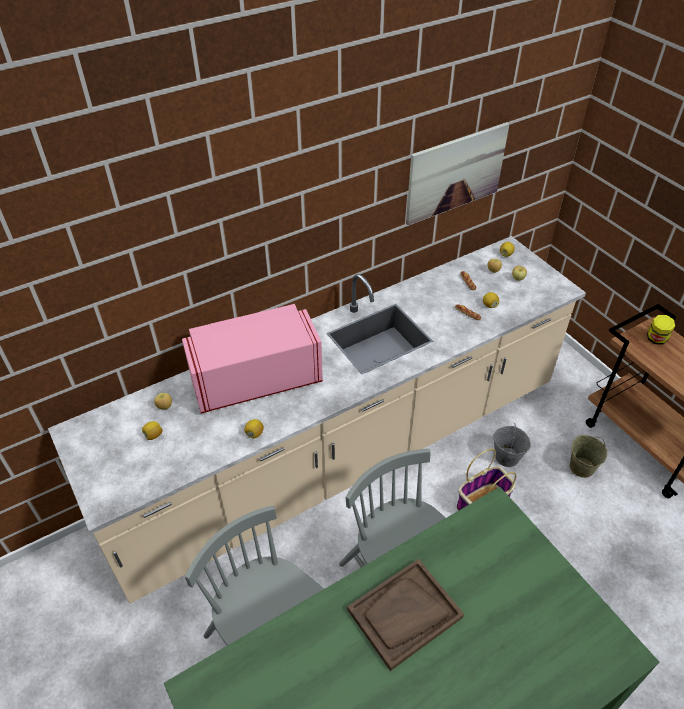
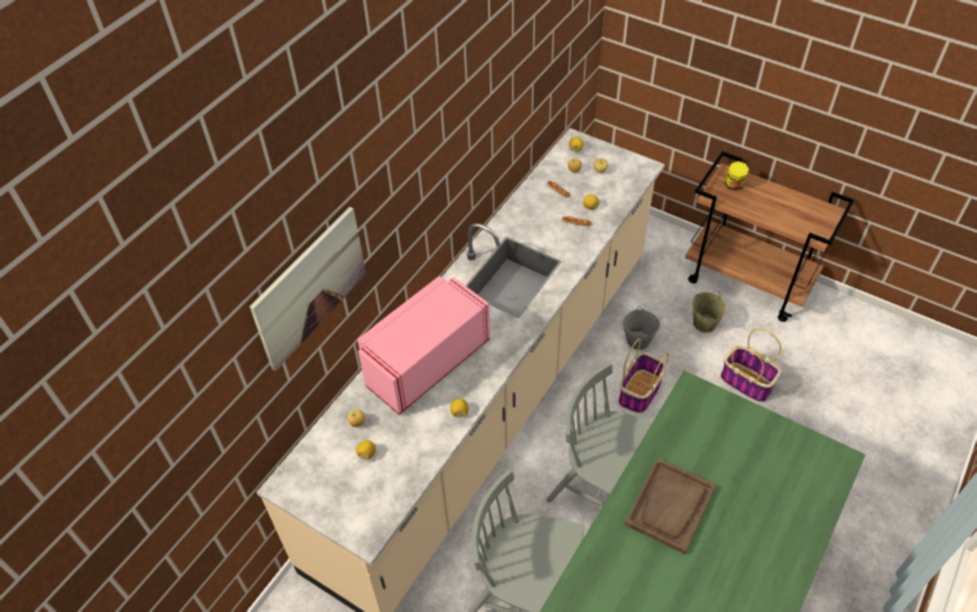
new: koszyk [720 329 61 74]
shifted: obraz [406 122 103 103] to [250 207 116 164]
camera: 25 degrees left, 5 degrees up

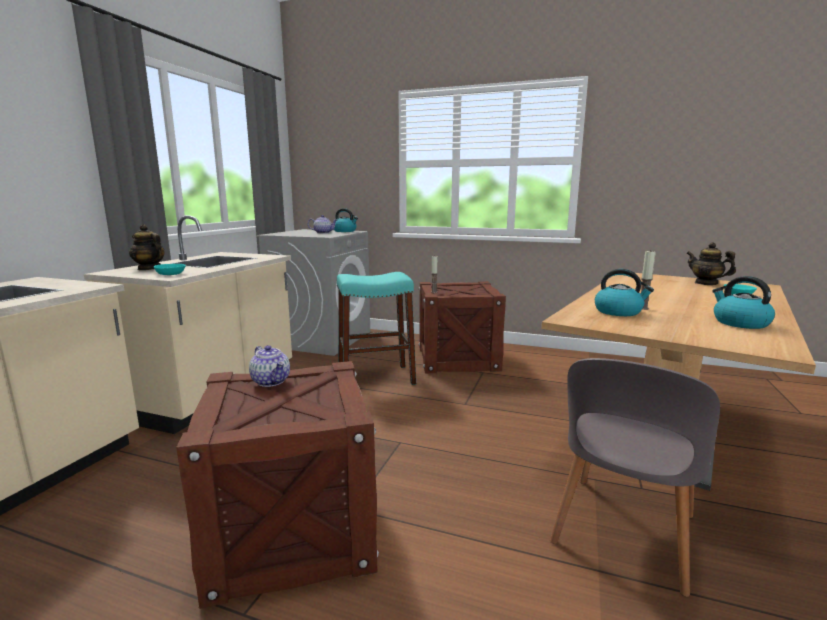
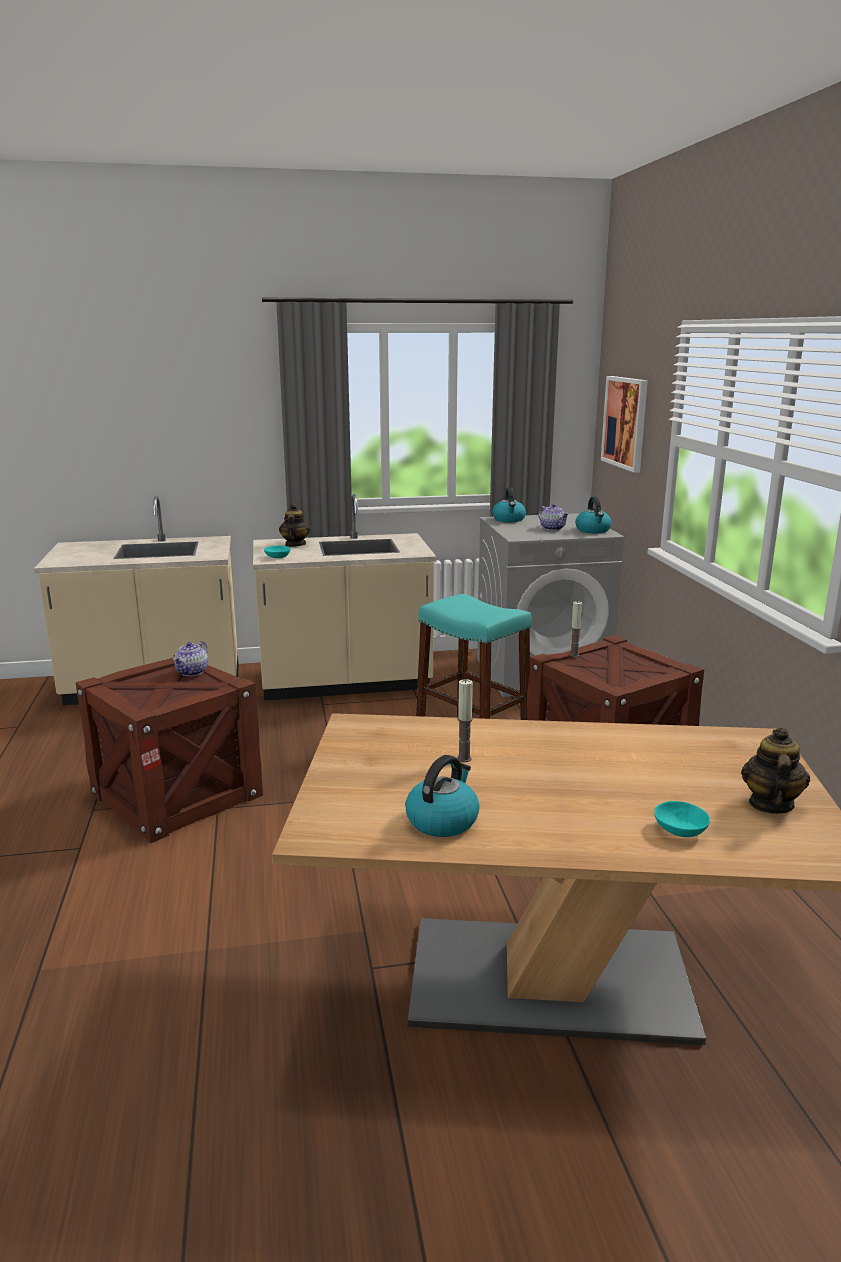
gone: krzesło/szary [550 358 170 239]
new: obraz [601 376 47 97]
shifted: czajnik [595 269 59 47] to [492 487 34 35]
camera: 60 degrees right, 5 degrees up

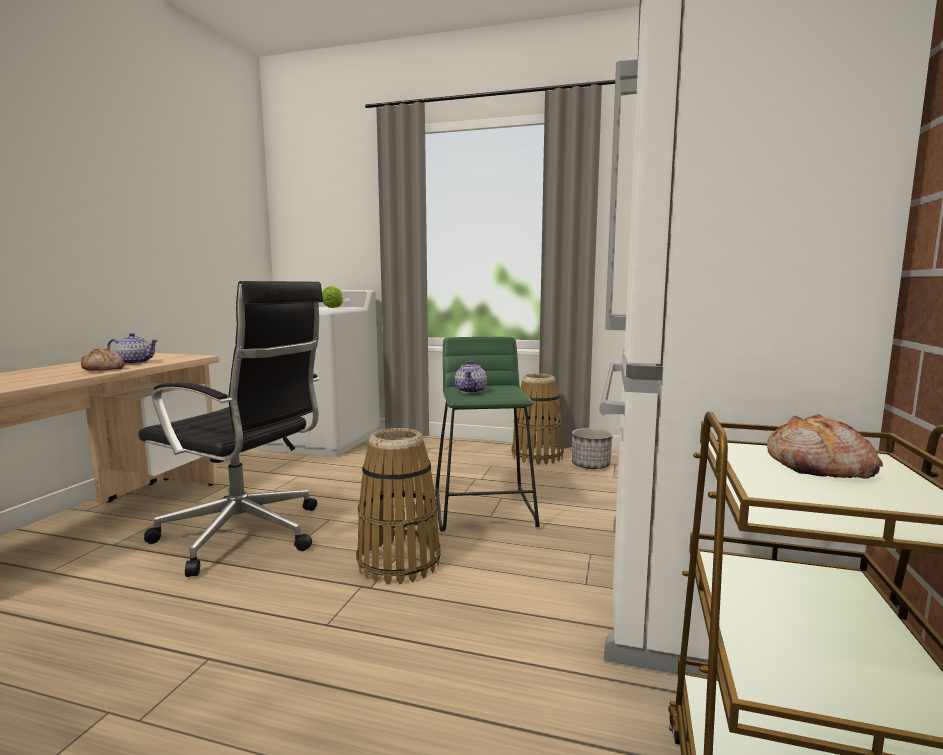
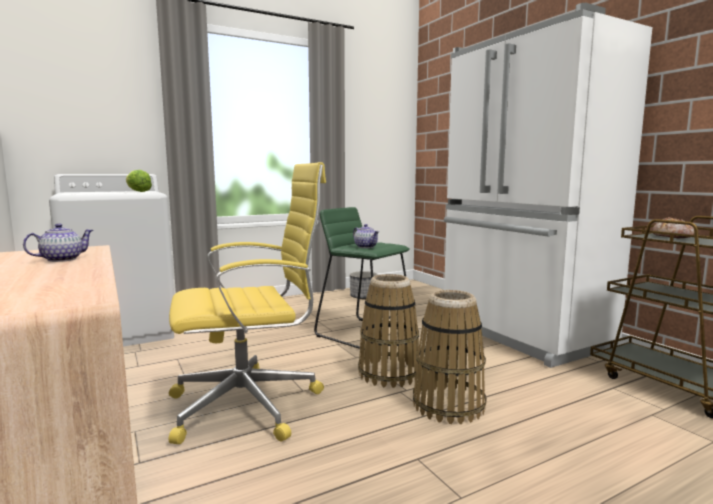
gone: chleb [81 349 43 22]
shifted: koszyk [512 374 52 91] to [413 290 73 134]
repainted: krzesło biurowe/czarny [138 281 185 296] to krzesło biurowe/żółty [169 162 157 282]
camera: 45 degrees left, 0 degrees up

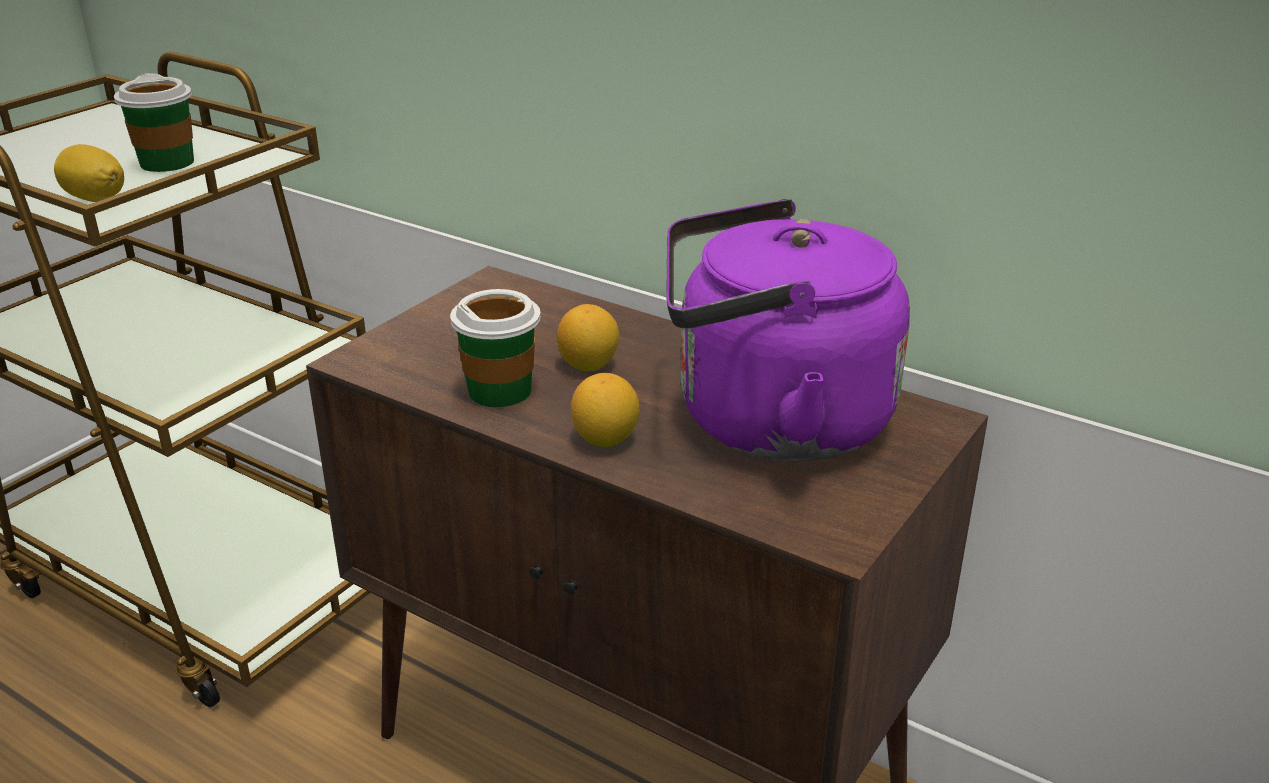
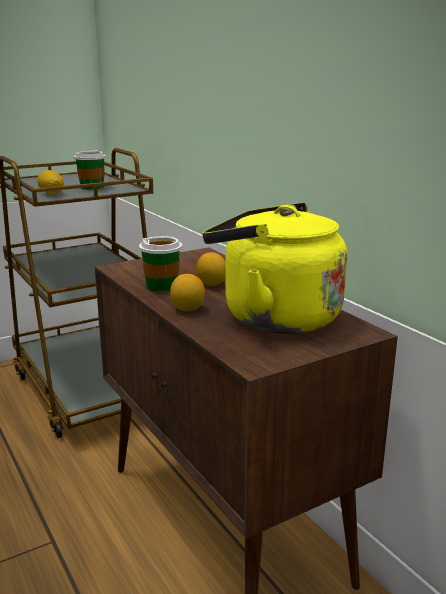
repainted: czajnik/fioletowy [666 199 244 263] to czajnik/żółty [203 203 144 130]
camera: 25 degrees right, 10 degrees down

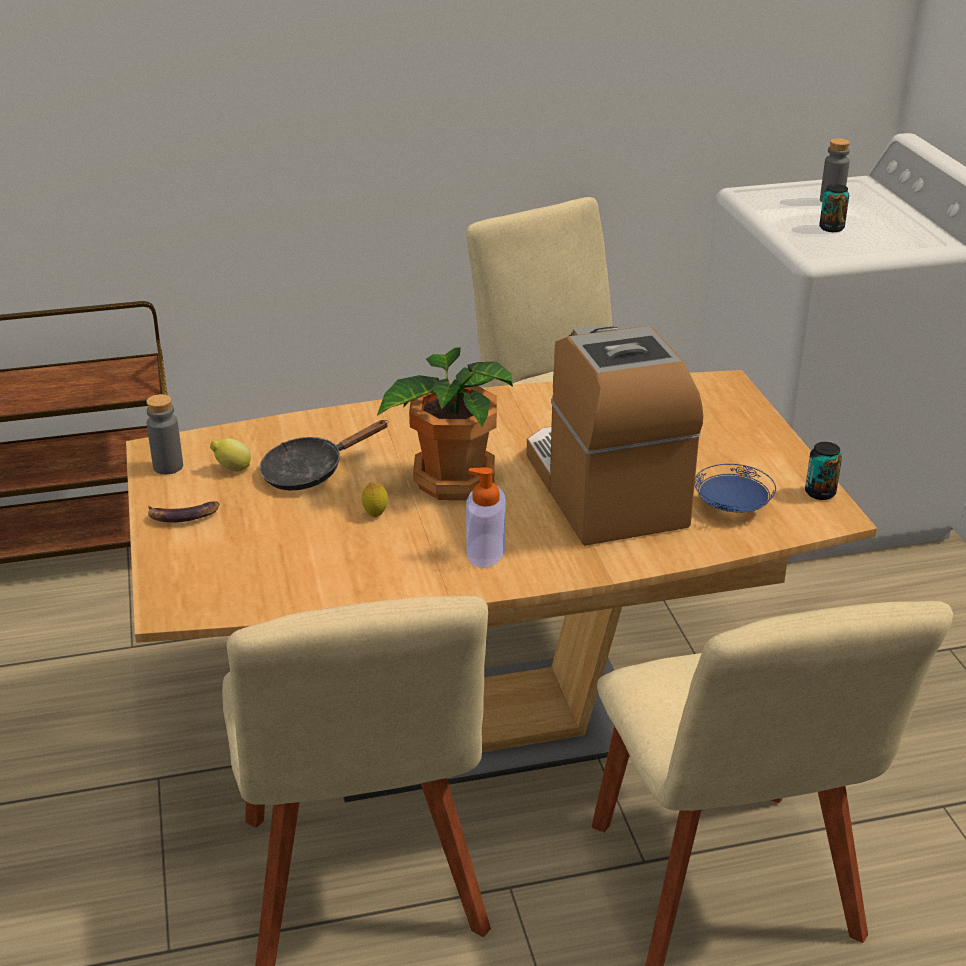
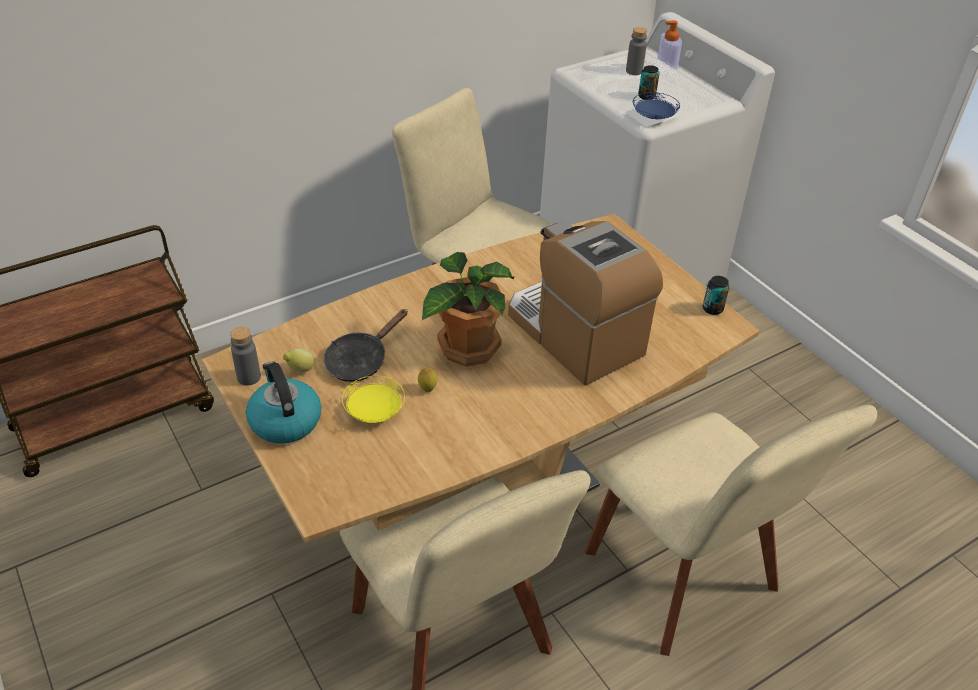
new: talerz/żółty [342 376 63 47]
shifted: dozownik mydła [466 467 40 101] to [656 20 26 55]; talerz/niebieski [695 464 81 48] to [633 92 47 27]
swapped: banan [148 501 71 21] to czajnik [246 361 75 83]
camera: 20 degrees left, 10 degrees up

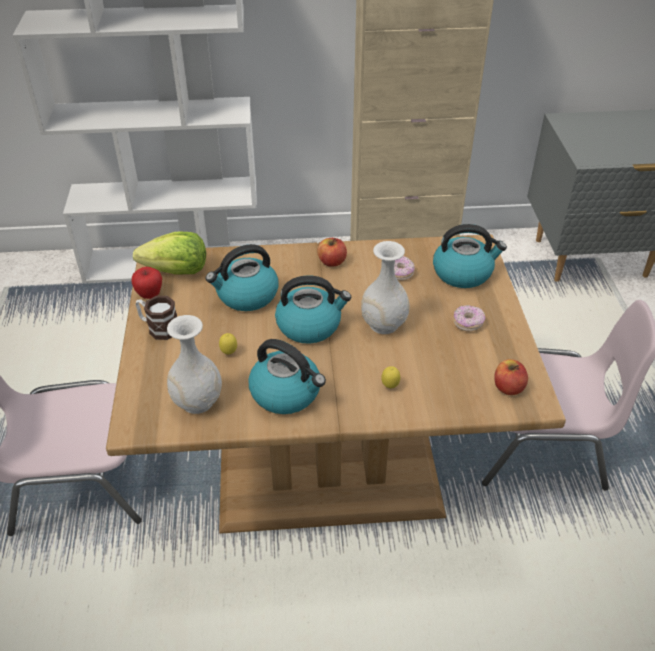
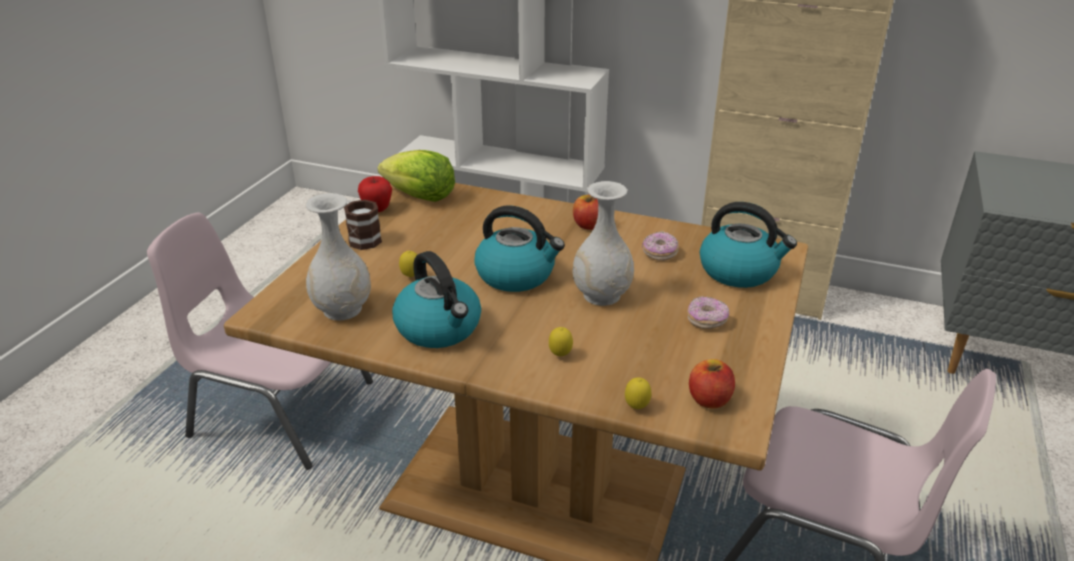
gone: czajnik [206 244 73 67]
new: cytryna [625 377 26 32]
camera: 25 degrees right, 10 degrees down

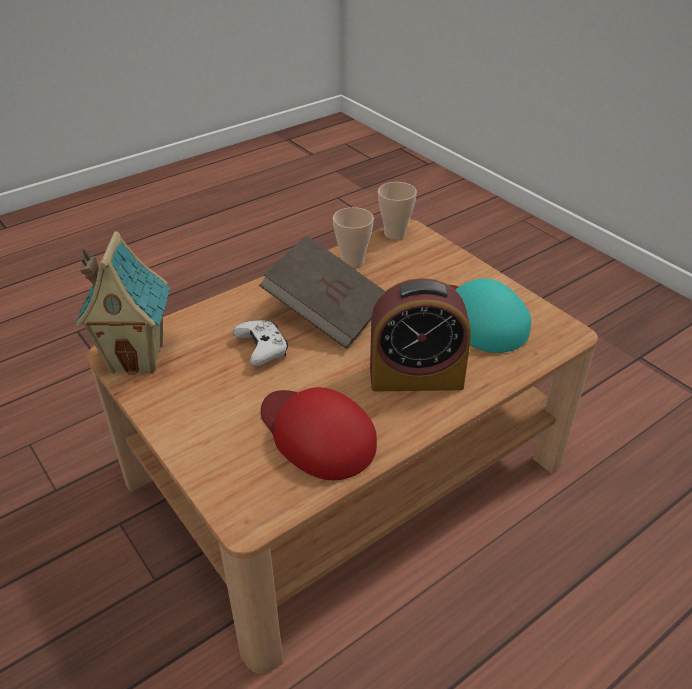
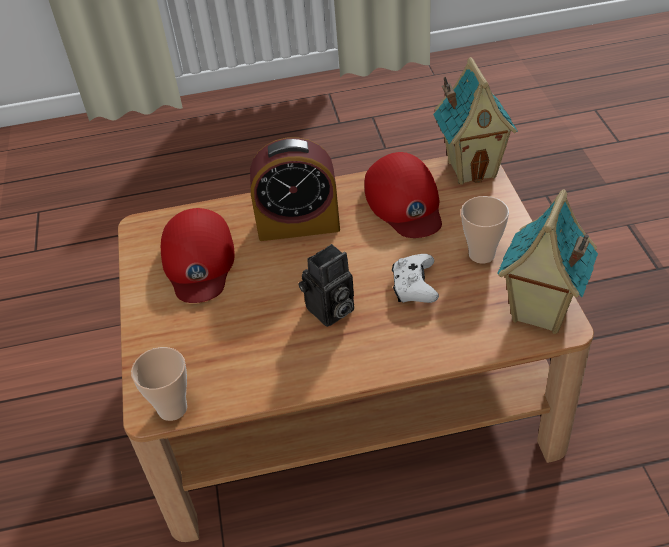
new: domek [433 57 84 128]
shifted: filiżanka [333 207 41 61] to [461 196 48 68]
swapped: książka/brązowy [259 235 126 114] to aparat fotograficzny [298 244 56 83]
repainted: czapka z daszkiem/turkusowy [449 279 82 74] to czapka z daszkiem/czerwony [161 208 74 95]
rotated: budzik [370 278 101 113] = [250 137 90 104] 150 degrees clockwise
camera: 150 degrees left, 5 degrees up

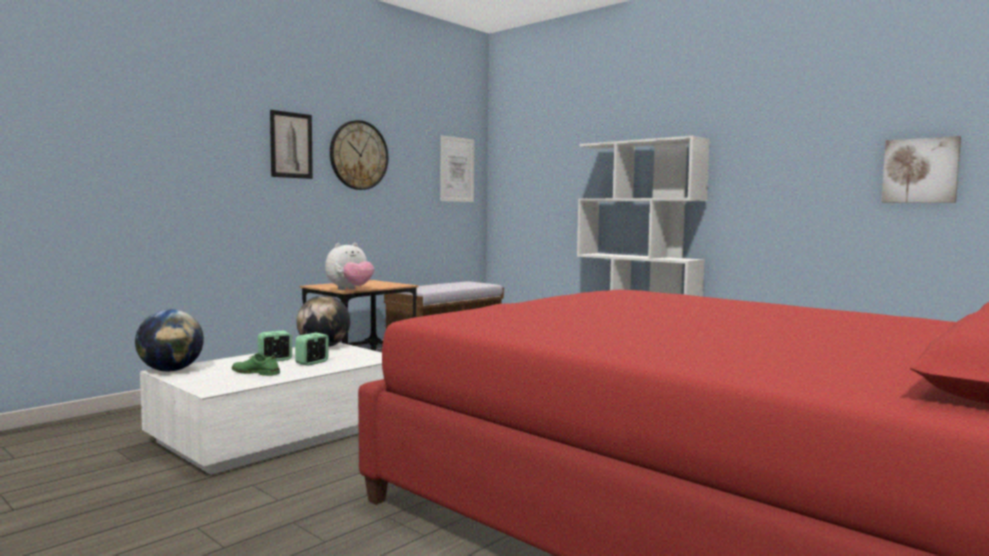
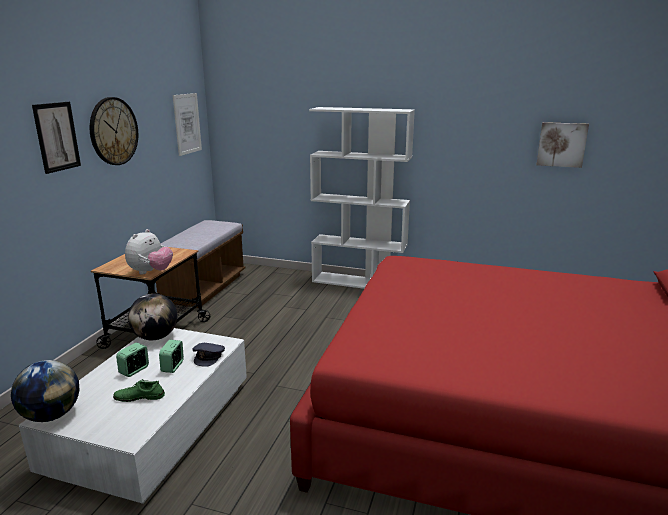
new: czapka z daszkiem/szary [192 343 33 24]
camera: 25 degrees left, 15 degrees up

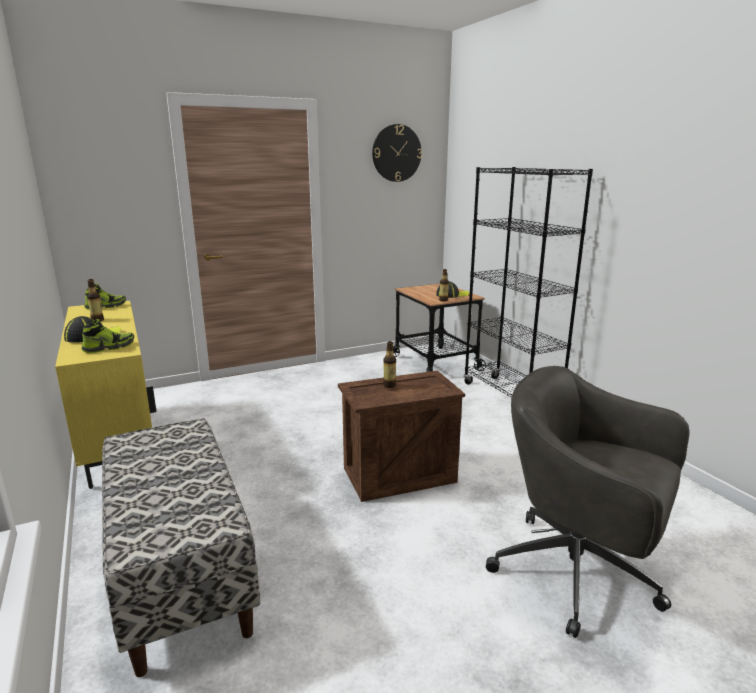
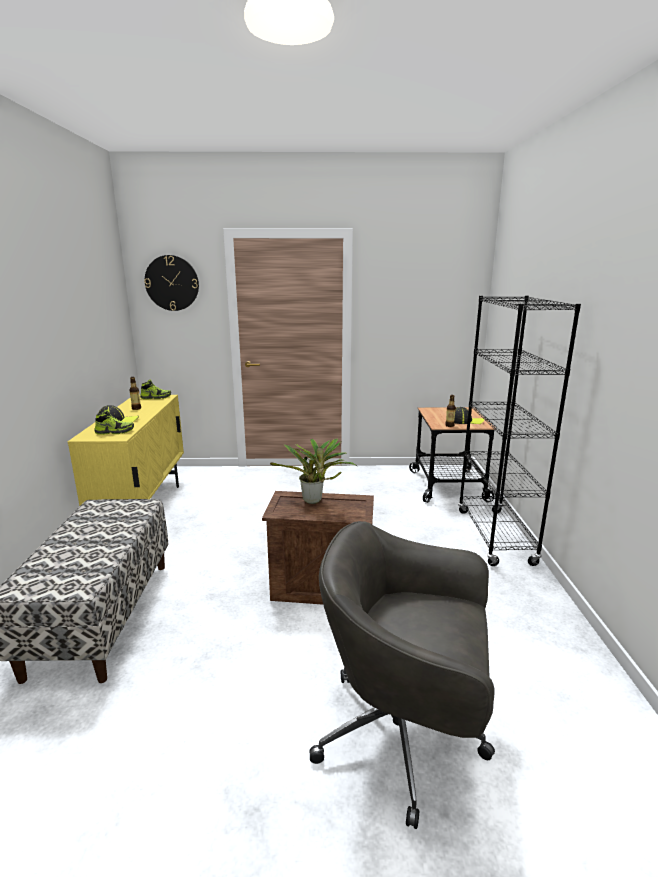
shifted: zegar ścienny [372 124 50 58] to [144 255 55 56]
swapped: butelka [383 341 13 47] to roślina doniczkowa [270 438 87 66]
rotated: krzesło biurowe/szary [486 366 204 272] = [309 521 186 308] 45 degrees counterclockwise
camera: 25 degrees right, 0 degrees up

